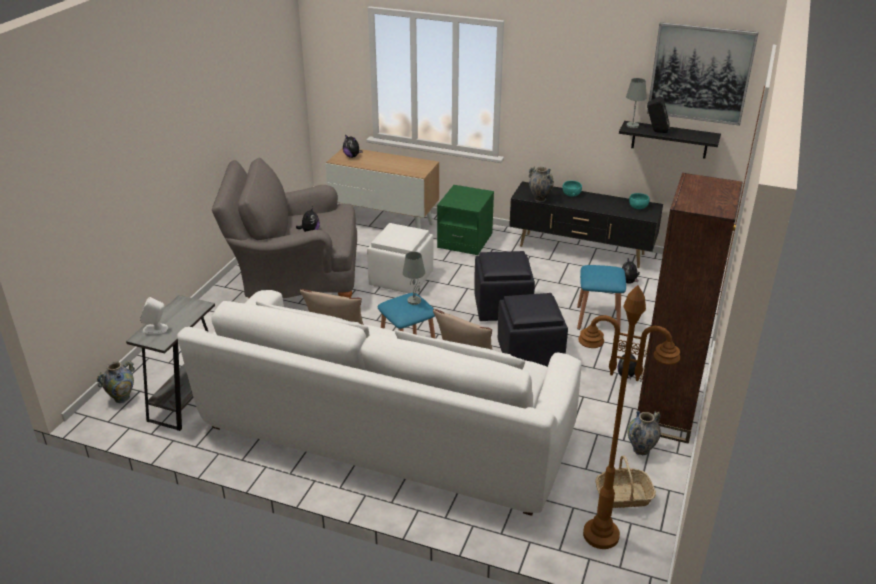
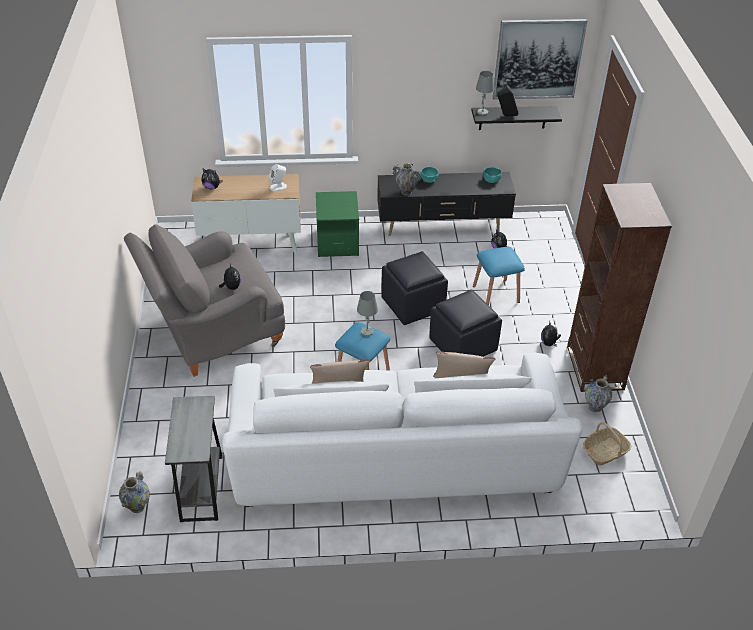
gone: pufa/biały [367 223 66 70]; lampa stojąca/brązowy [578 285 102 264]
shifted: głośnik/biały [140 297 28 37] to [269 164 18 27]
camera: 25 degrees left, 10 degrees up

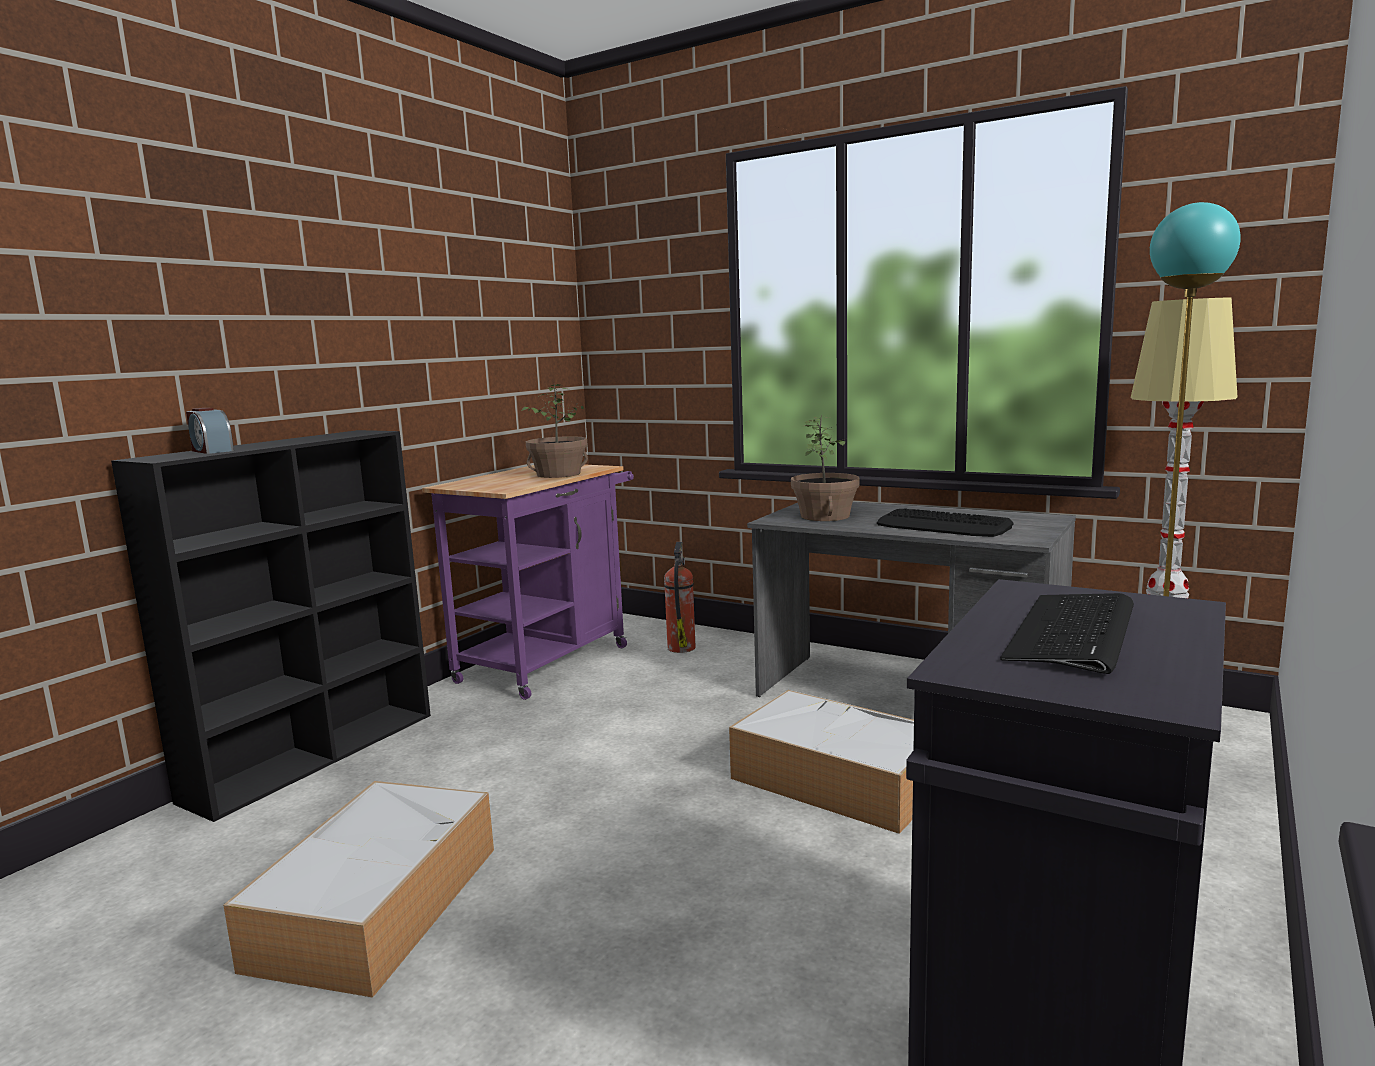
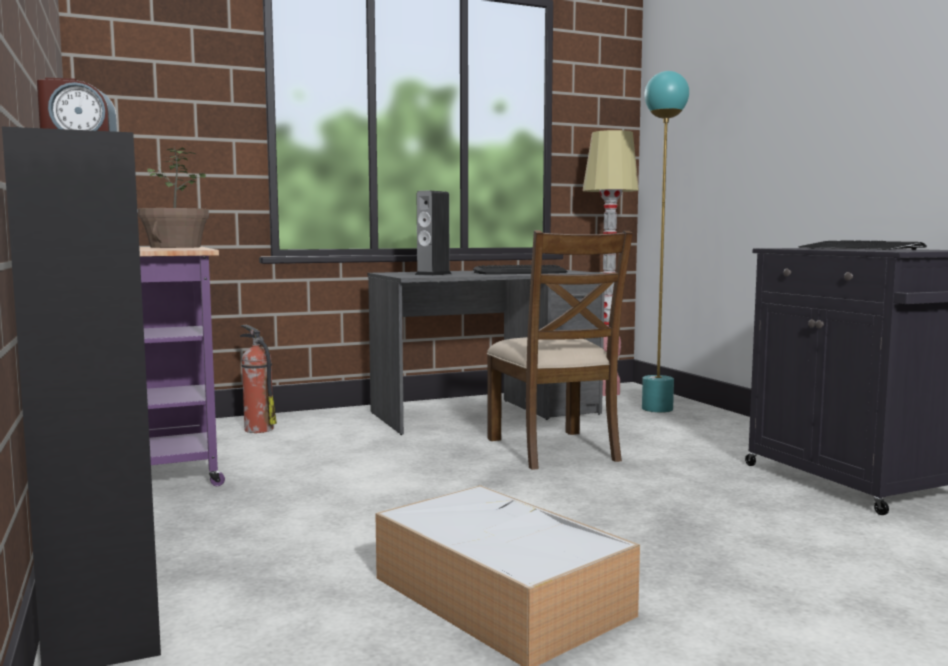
swapped: pojemnik do przechowywania [729 690 185 144] to krzesło/brązowy [487 230 146 240]; roślina doniczkowa [791 415 69 106] to głośnik [415 190 36 86]
camera: 55 degrees left, 5 degrees down

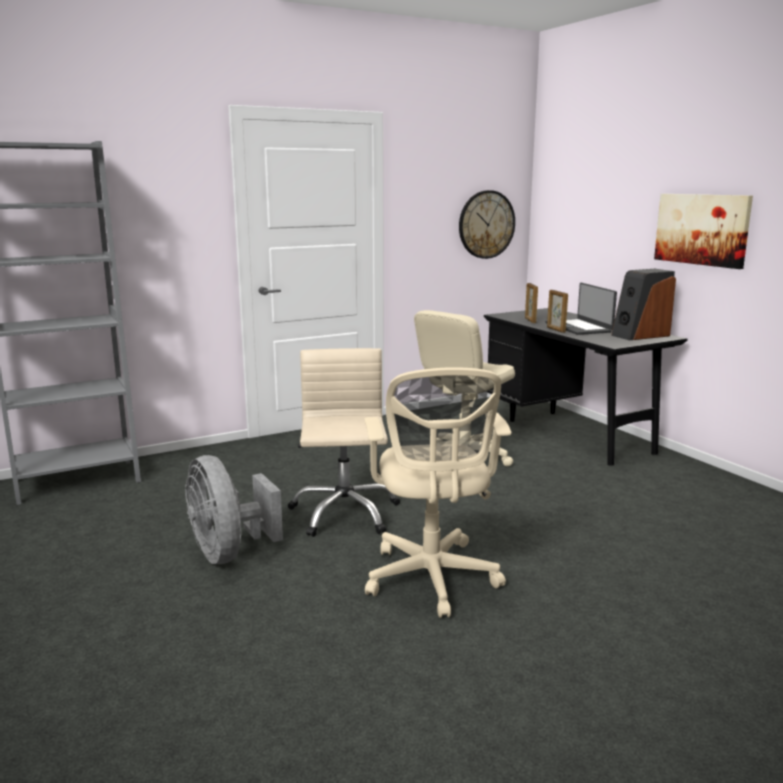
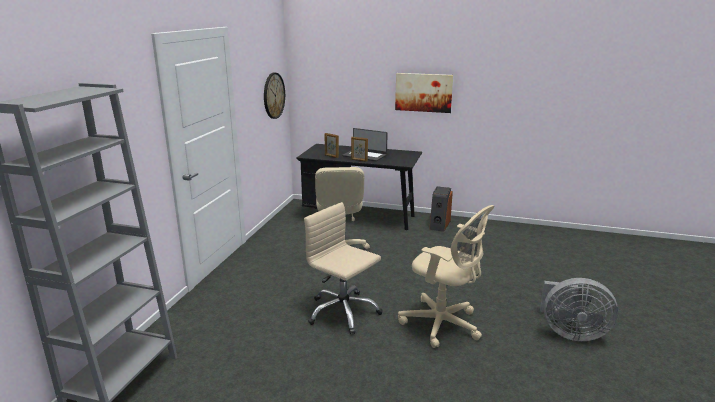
shifted: wentylator/szary [185 455 98 109] to [540 278 78 63]; głośnik [611 269 65 71] to [429 186 24 46]
camera: 45 degrees left, 5 degrees up

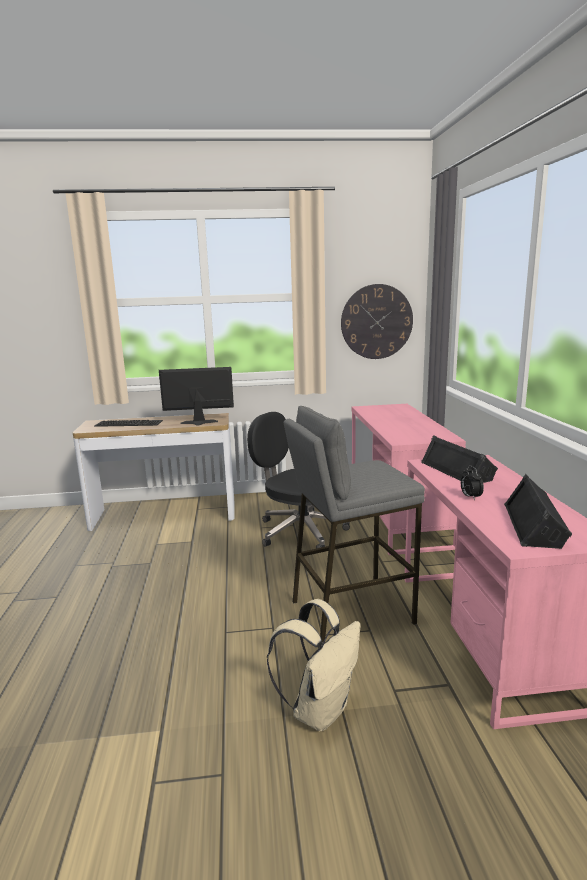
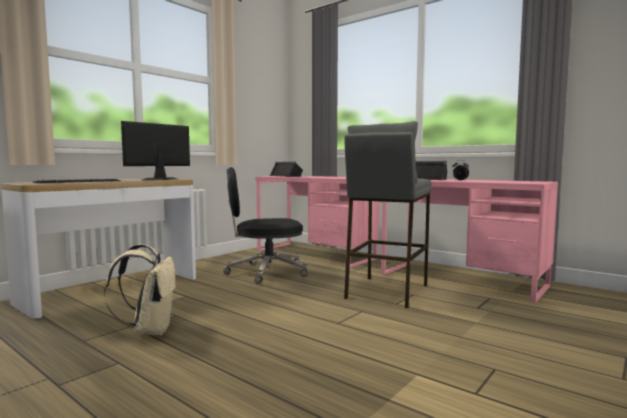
gone: zegar ścienny [341 284 72 75]
shifted: plecak/beżowy [267 599 94 132] to [104 244 73 91]; głośnik/czarny [504 474 68 75] to [270 161 33 16]
camera: 45 degrees left, 10 degrees down

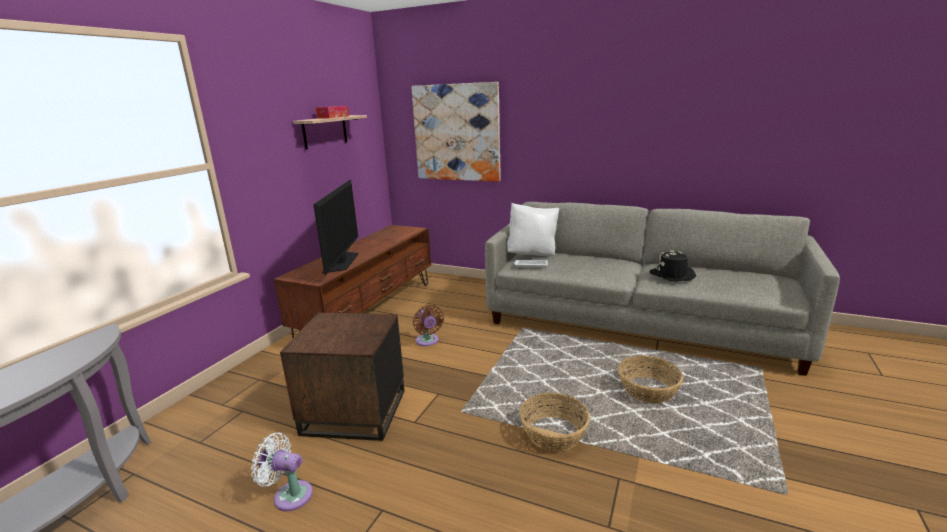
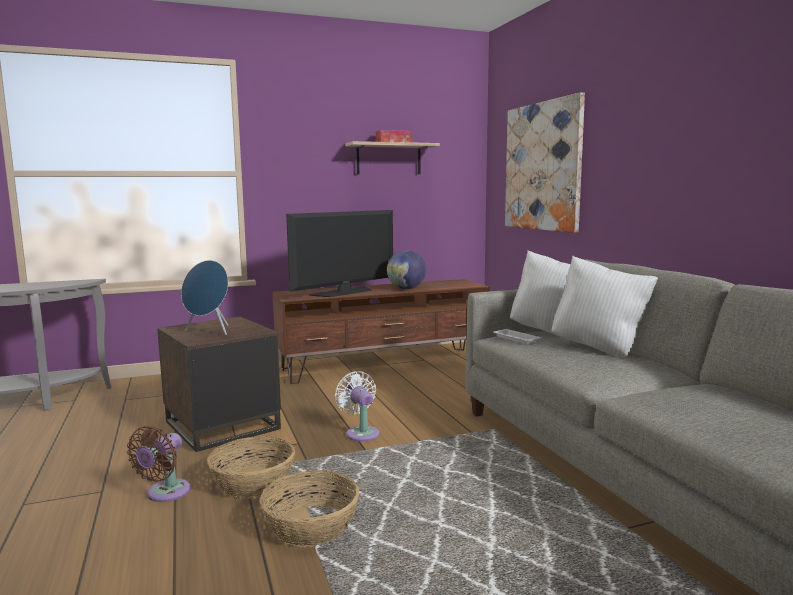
gone: kapelusz/czarny [649 250 47 32]
new: głośnik/niebieski [181 260 47 75]; globus [387 250 39 39]; poduszka/biały [552 256 106 101]
shifted: wentylator/biały [251 432 62 79] to [335 371 44 71]; wentylator/brązowy [413 305 31 41] to [127 426 64 76]; koszyk [618 356 65 47] to [207 436 88 63]
camera: 45 degrees right, 10 degrees down

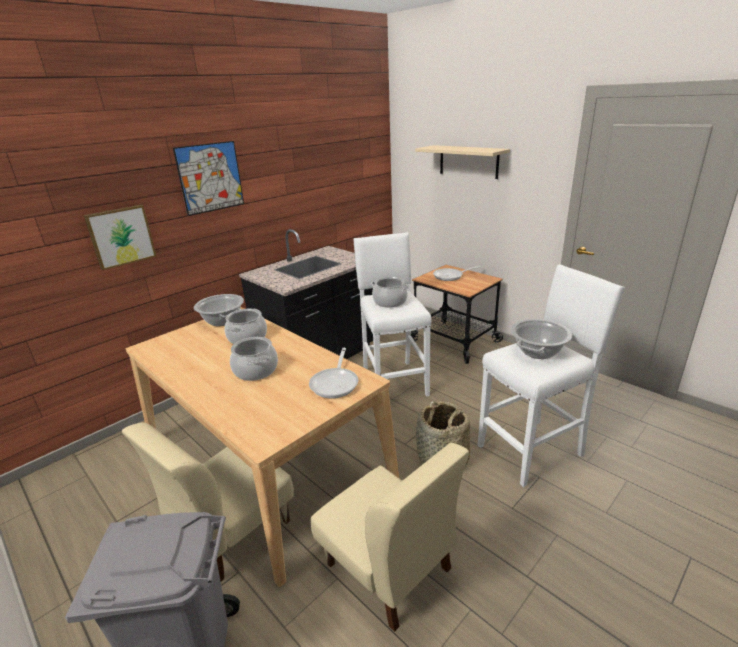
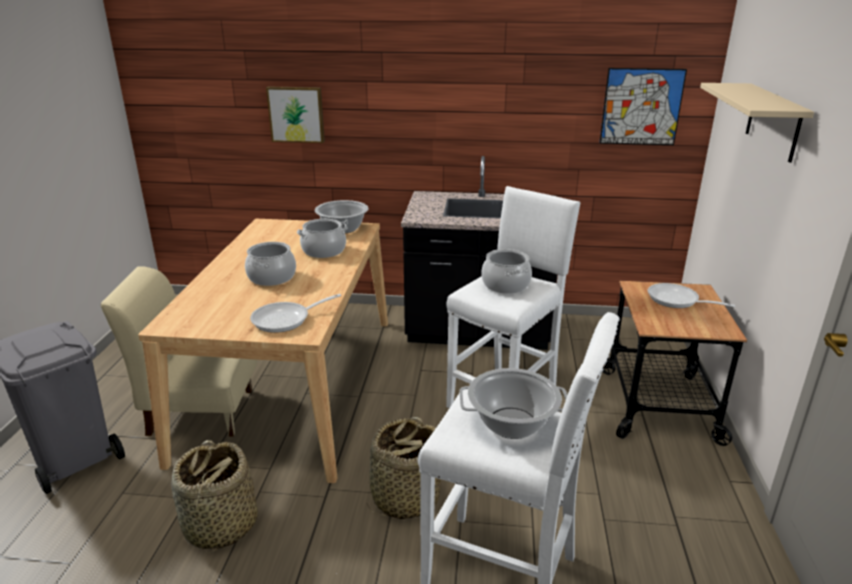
shifted: obraz [173 141 71 75] to [599 68 88 77]
swapped: krzesło/beżowy [311 443 158 189] to koszyk [171 440 87 113]
camera: 50 degrees right, 0 degrees up

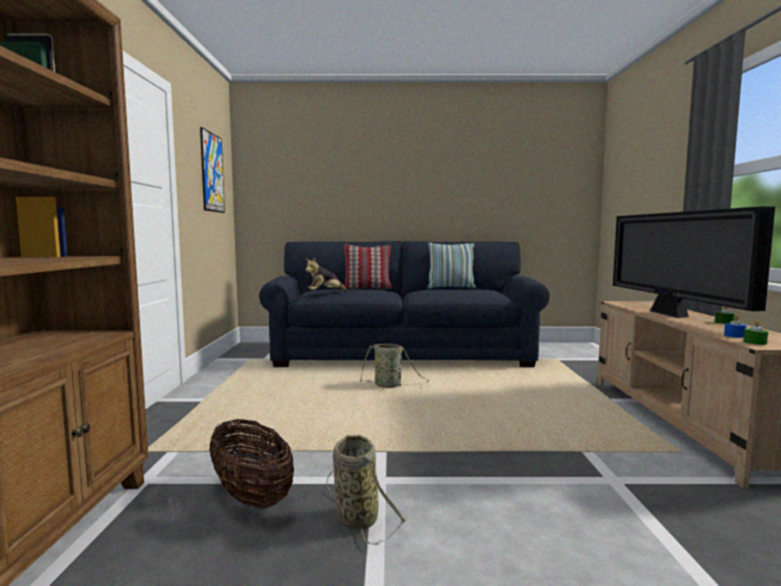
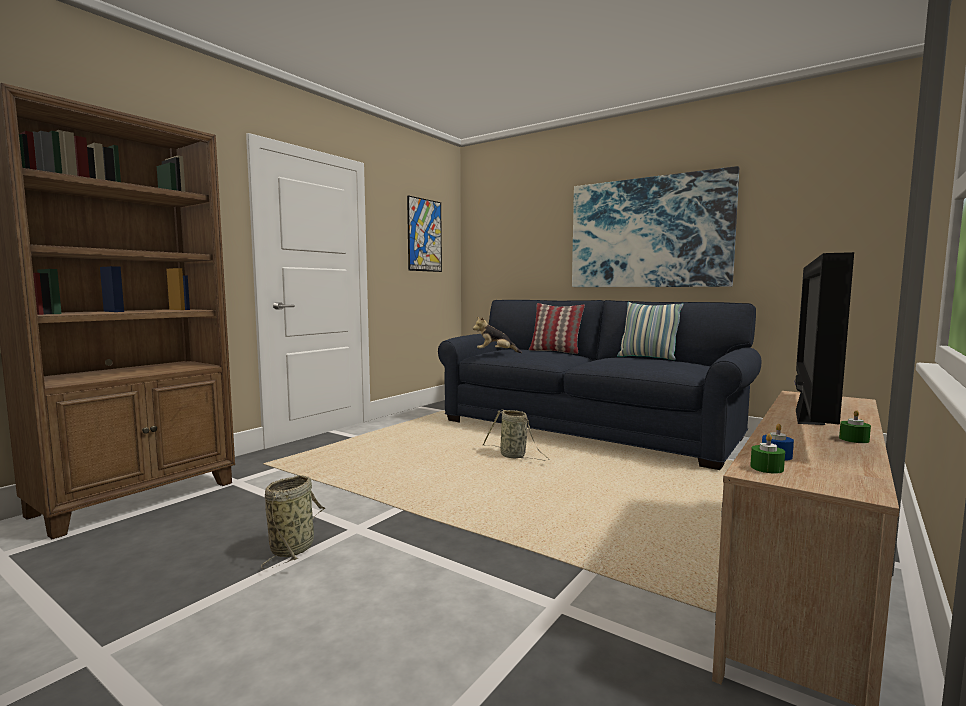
gone: koszyk [209 419 85 90]
new: obraz [572 166 167 121]
camera: 35 degrees right, 0 degrees up

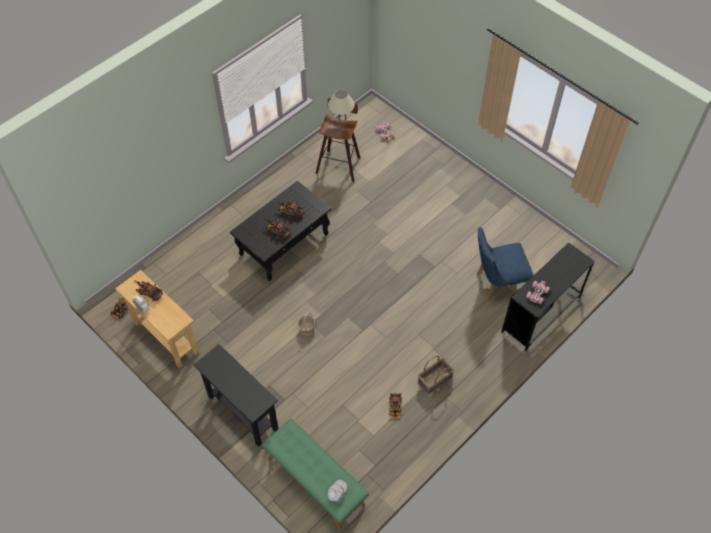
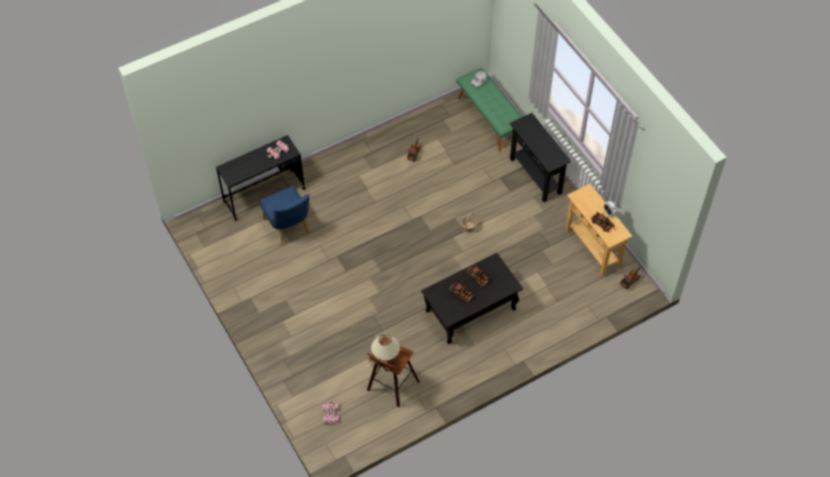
gone: koszyk [418 355 36 40]
rotated: krzesło/niebieski [476 227 58 74] = [259 186 51 60] 60 degrees clockwise
camera: 165 degrees left, 0 degrees up

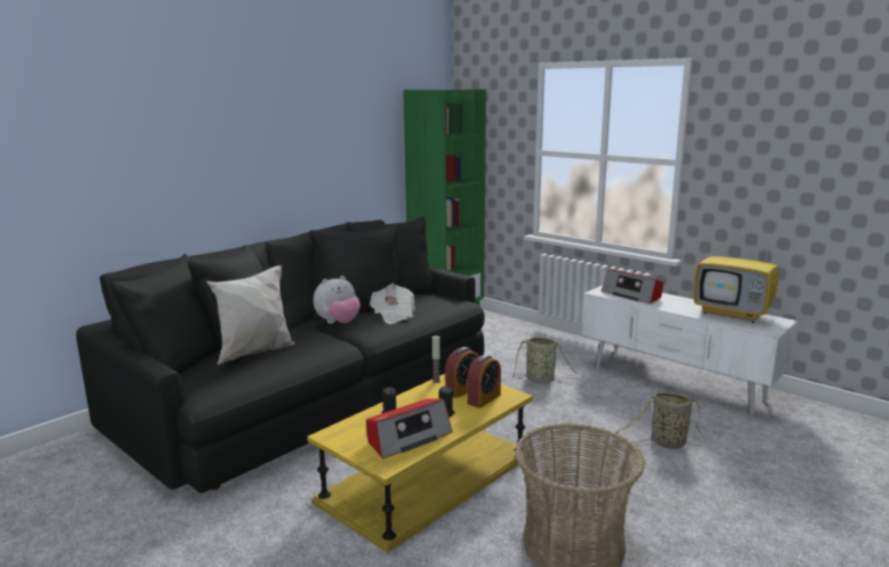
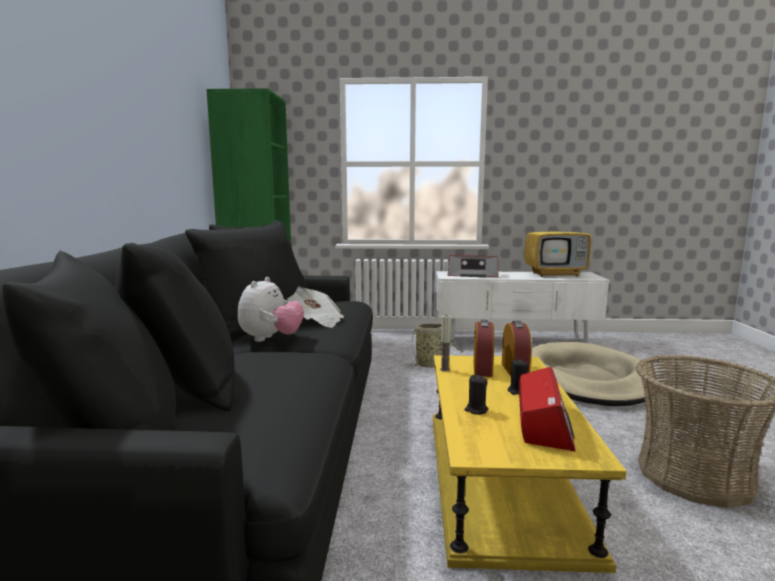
gone: poduszka/biały [206 265 89 100]
swapped: koszyk [616 392 90 57] to legowisko/beżowy [531 342 127 64]
camera: 40 degrees left, 5 degrees down

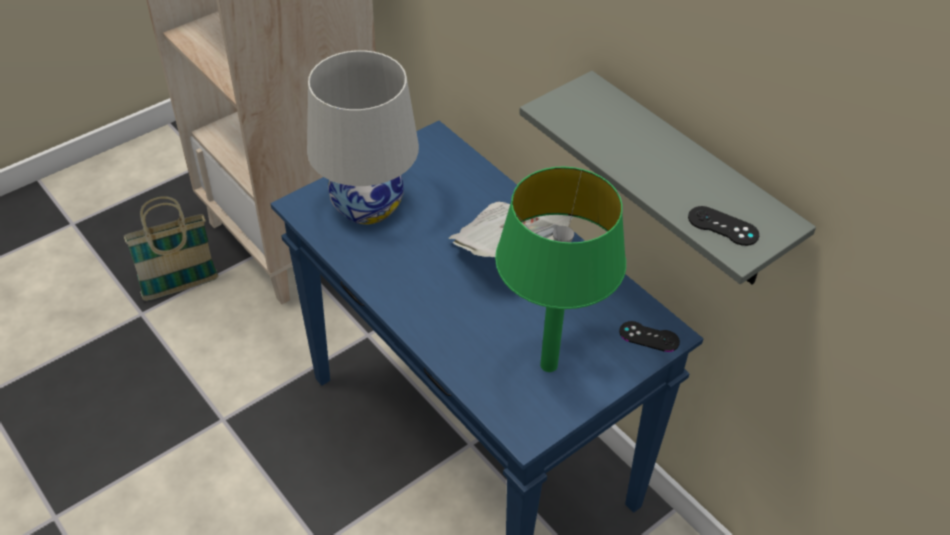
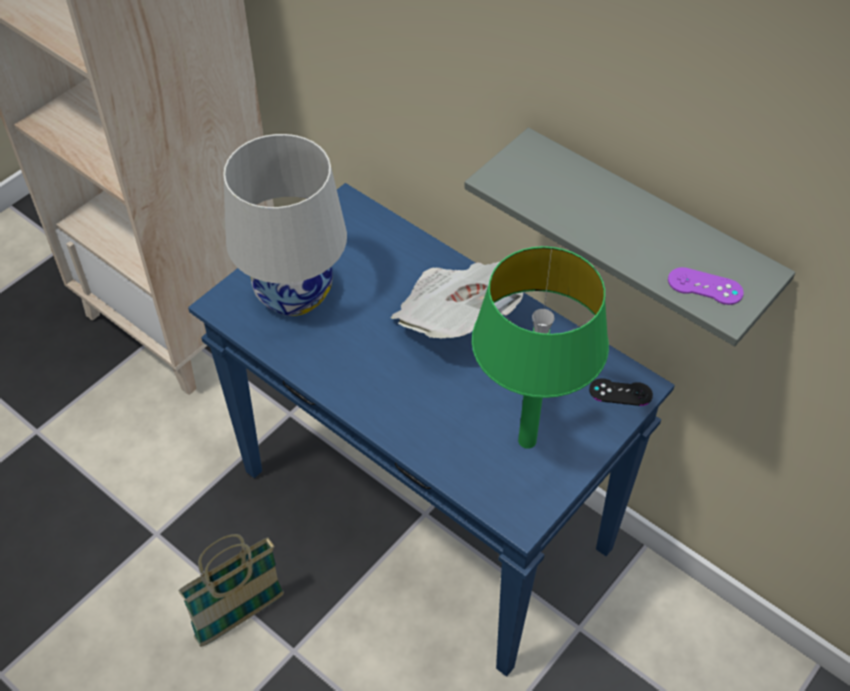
shifted: koszyk [124 196 95 105] to [178 534 106 113]
repainted: pad do gier/czarny [688 206 71 40] to pad do gier/fioletowy [668 267 76 38]
camera: 10 degrees left, 5 degrees up

